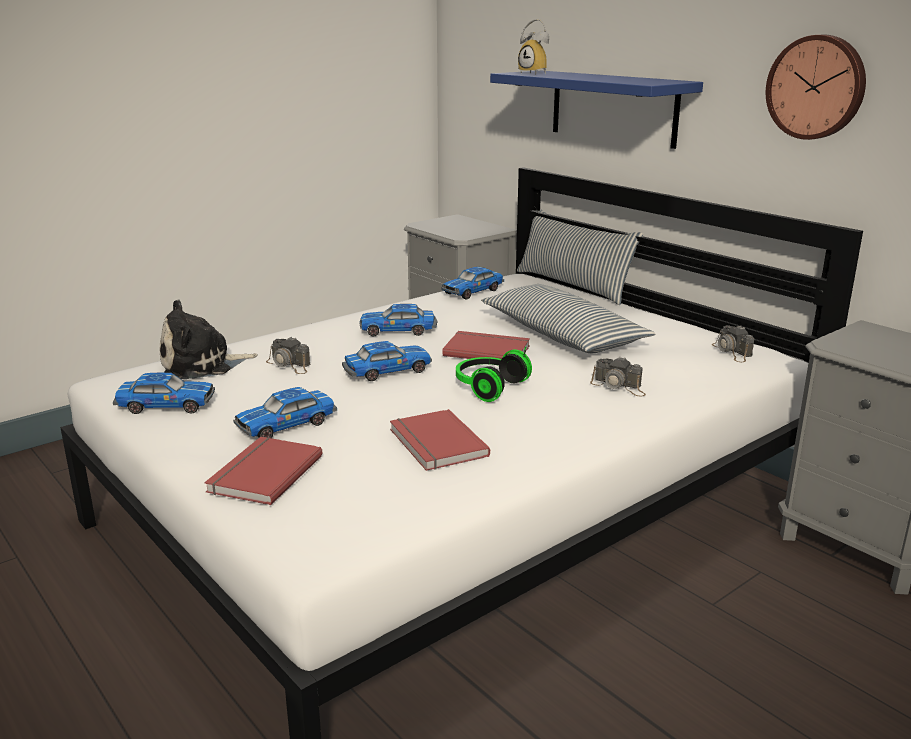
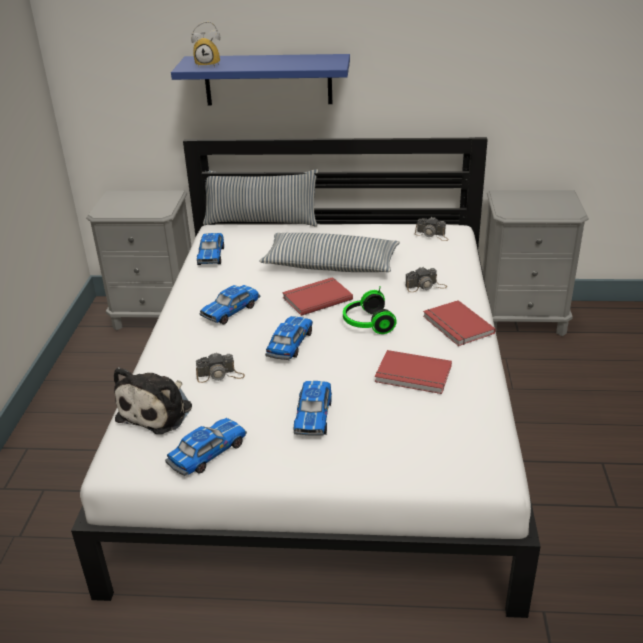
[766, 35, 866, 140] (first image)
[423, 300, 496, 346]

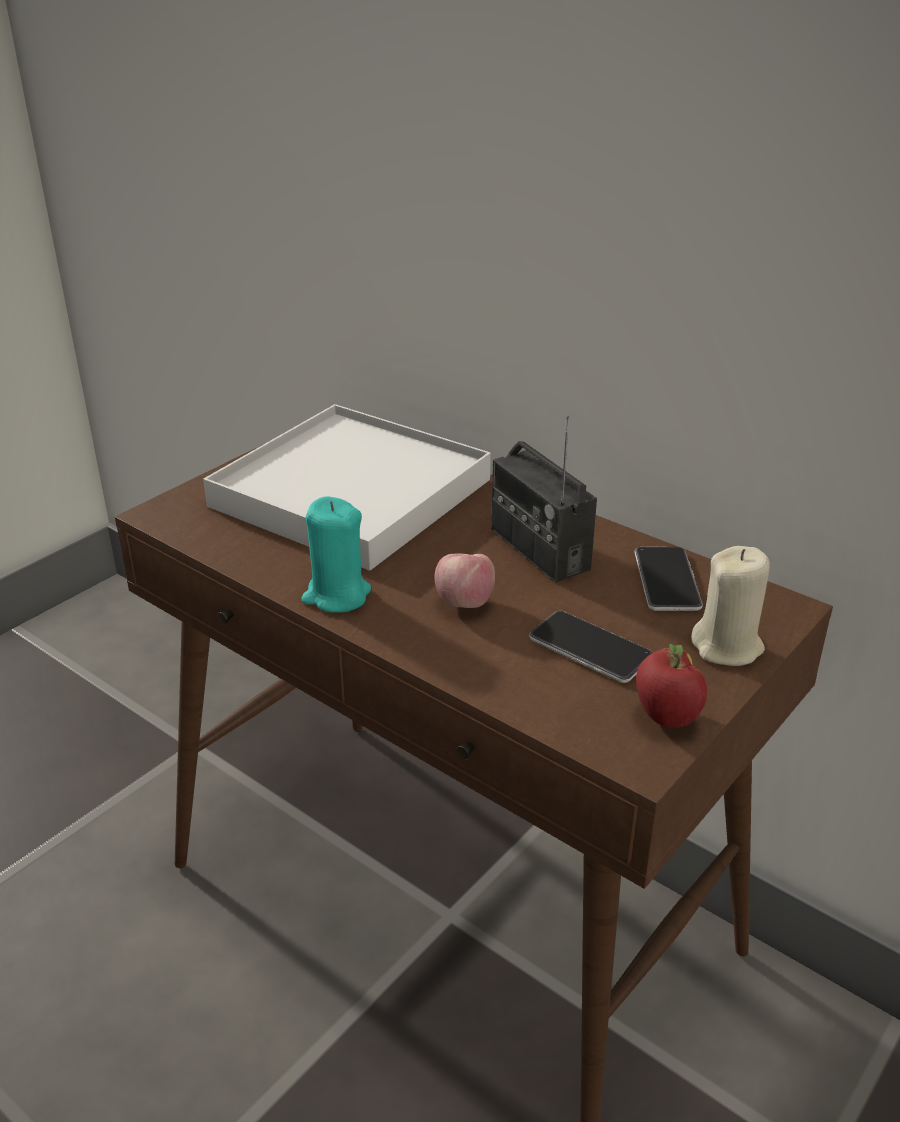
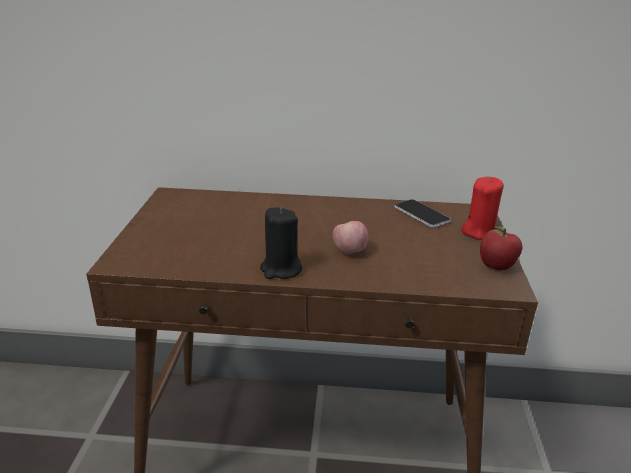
[203, 404, 491, 571] (first image)
[491, 416, 597, 583] (first image)
[529, 611, 653, 683] (first image)
[260, 208, 302, 279]
[461, 176, 504, 240]

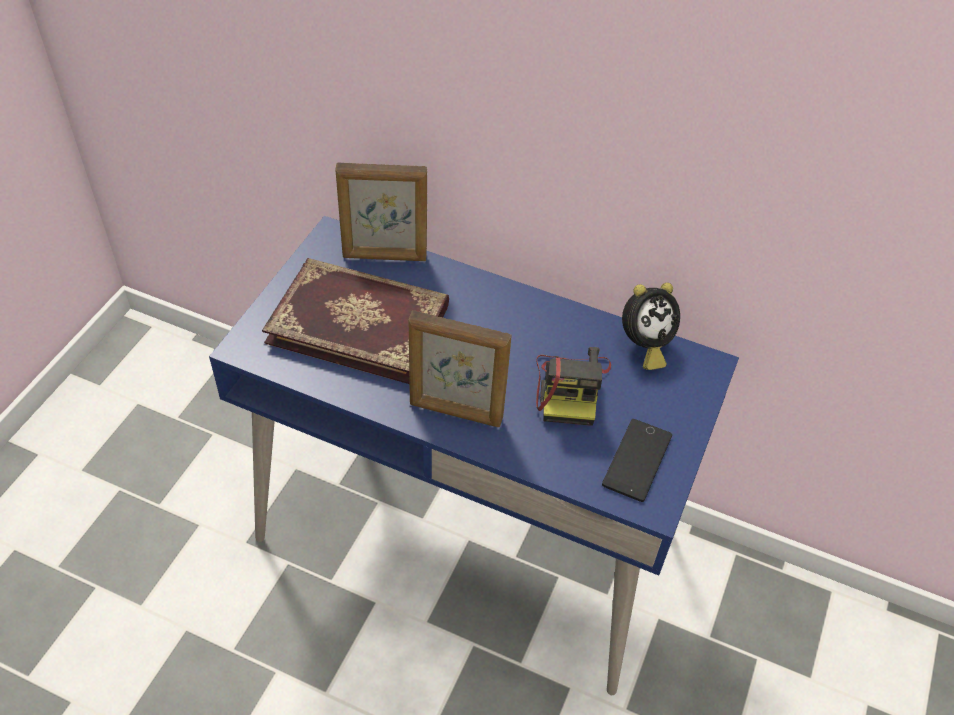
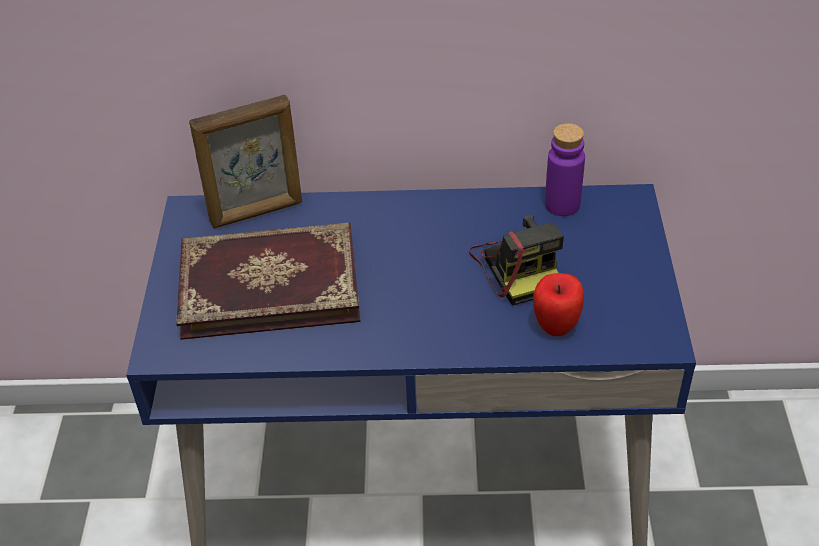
[409, 310, 511, 427] (first image)
[602, 419, 672, 502] (first image)
[533, 273, 584, 336]
[545, 123, 585, 216]

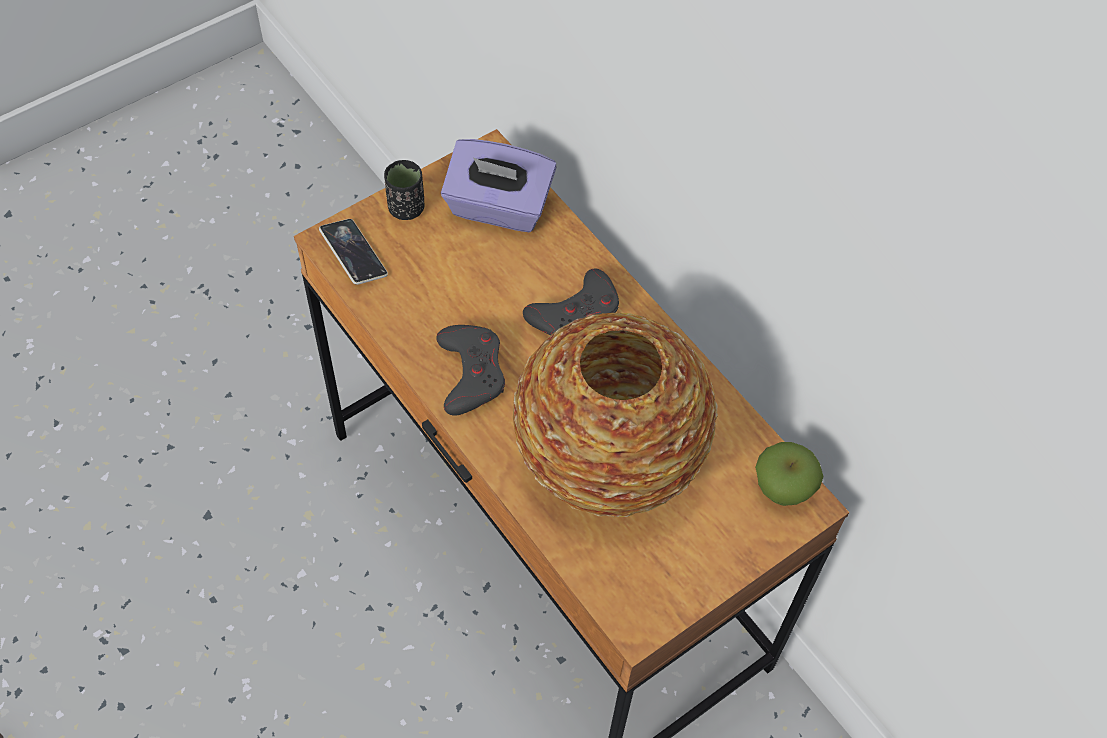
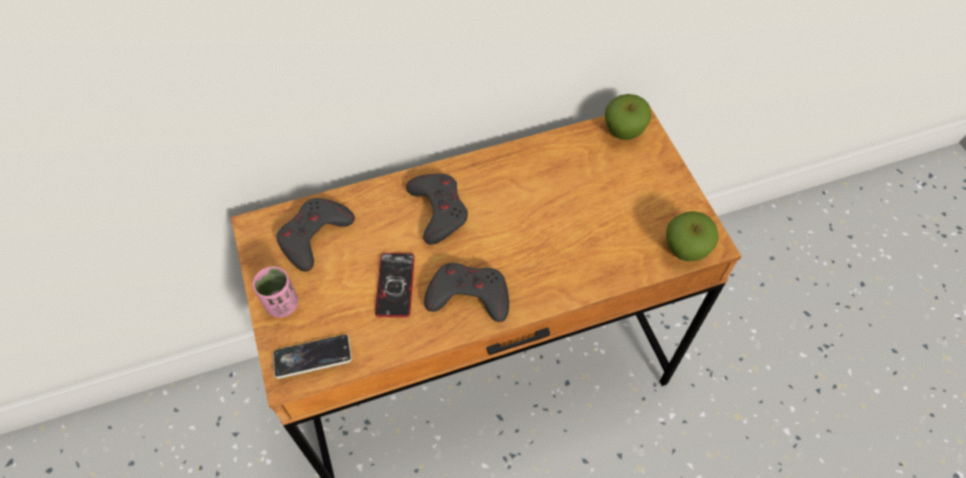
[513, 313, 718, 517] (first image)
[375, 253, 415, 317]
[666, 211, 719, 261]
[277, 198, 355, 272]
[253, 266, 298, 318]

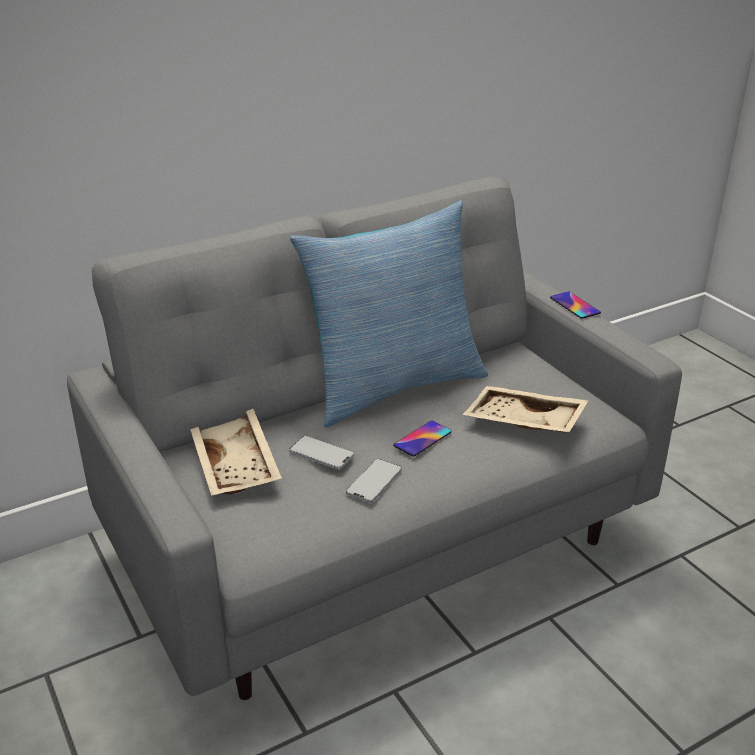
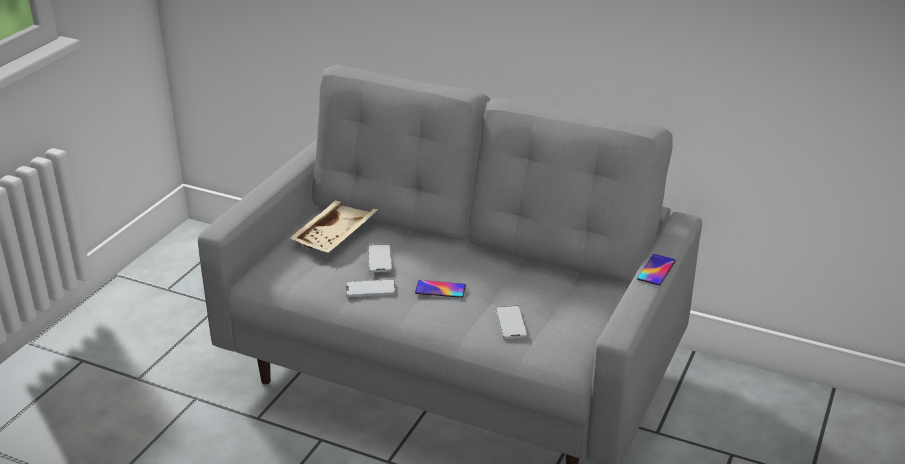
[290, 201, 488, 428] (first image)
[495, 306, 528, 339]

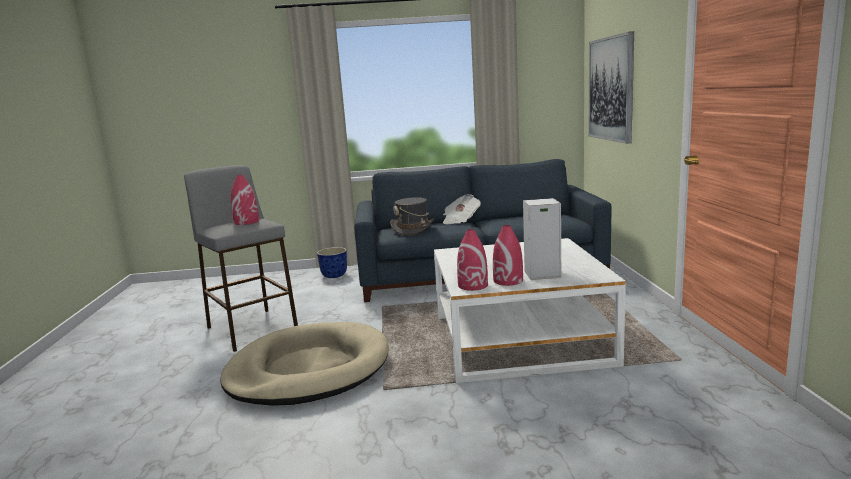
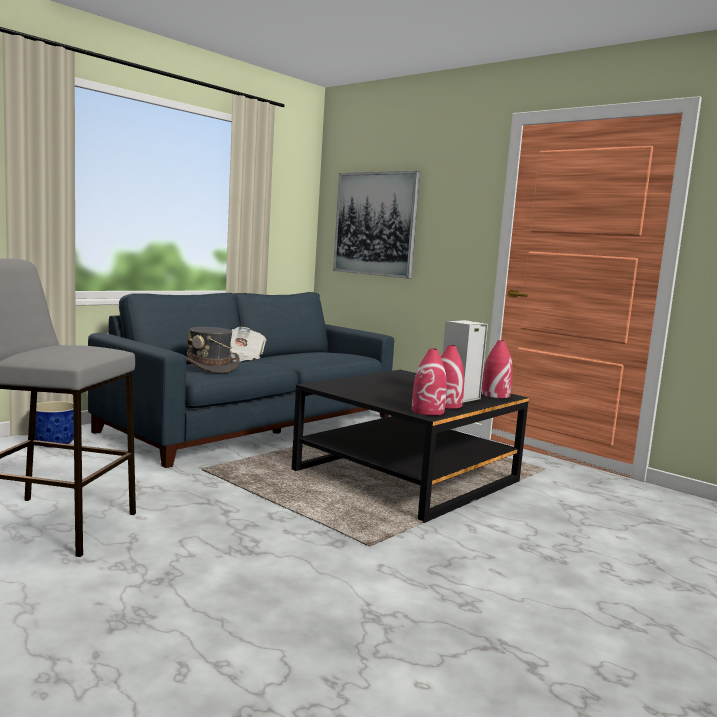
[220, 322, 389, 406] (first image)
[481, 340, 513, 398]
[292, 370, 529, 523]

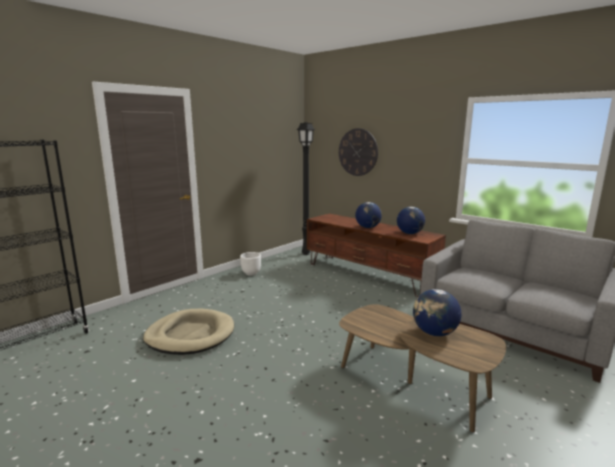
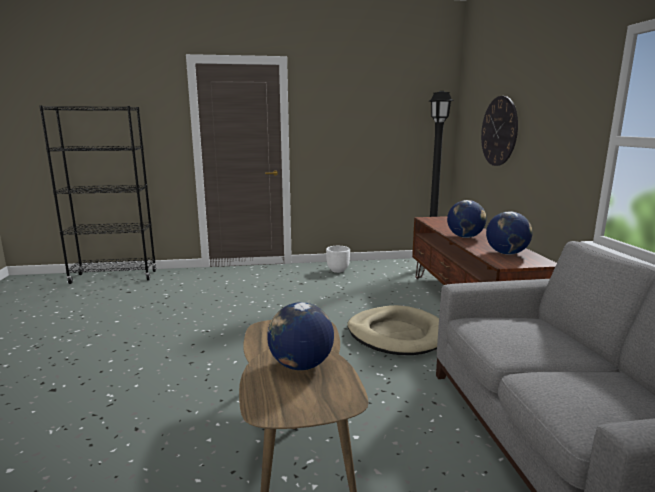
[347, 305, 439, 355]

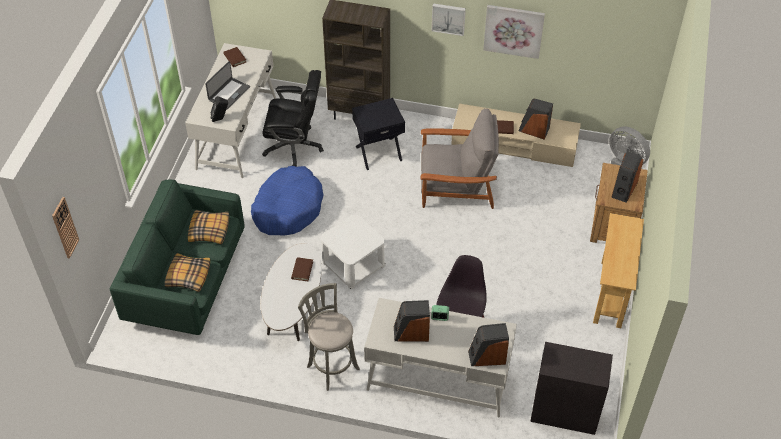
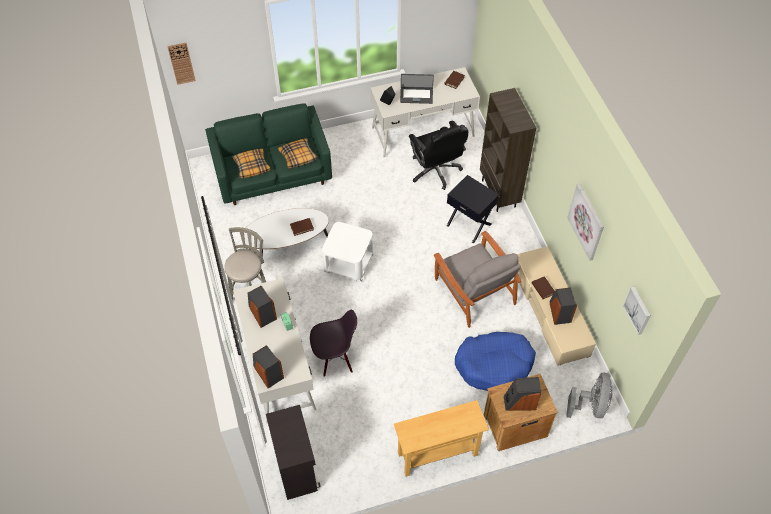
[455, 332, 536, 391]
[623, 286, 651, 335]

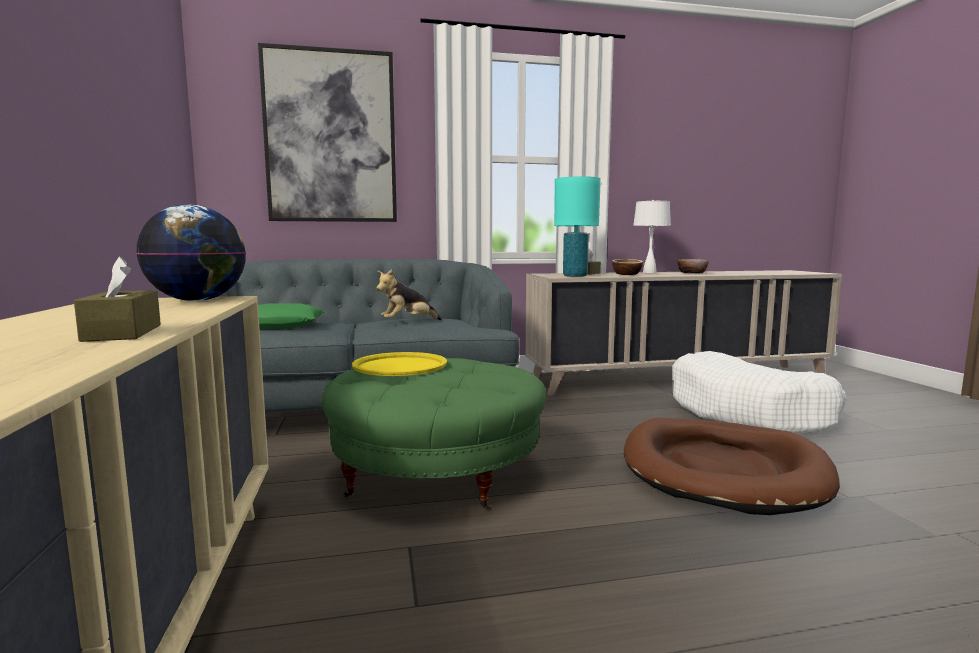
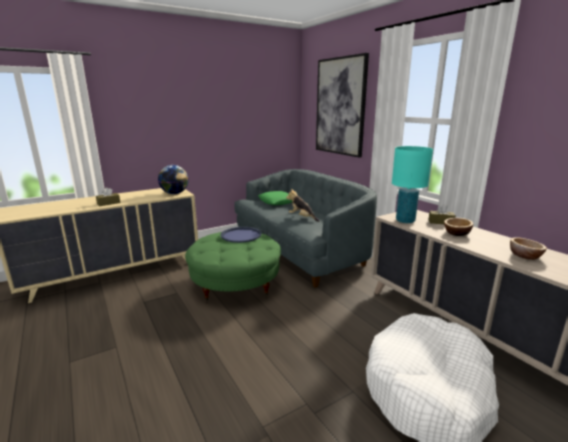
[624, 418, 840, 515] (first image)
[633, 200, 671, 273] (first image)
[220, 227, 261, 243]

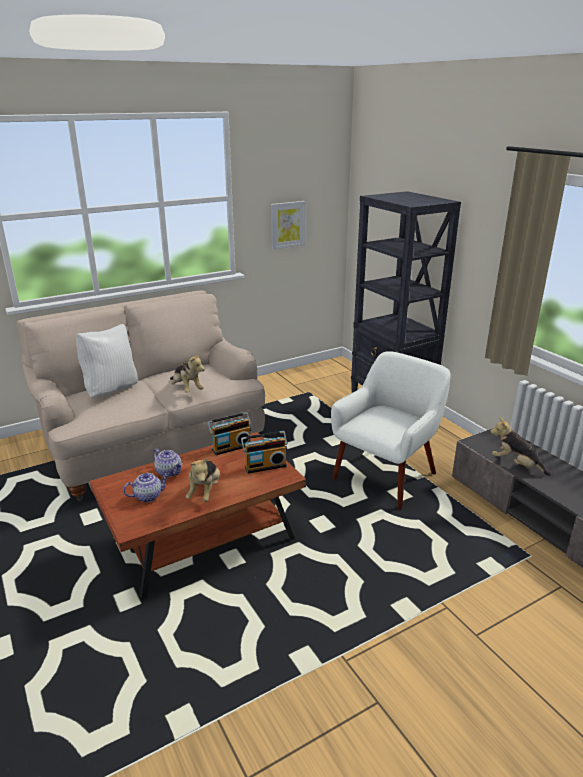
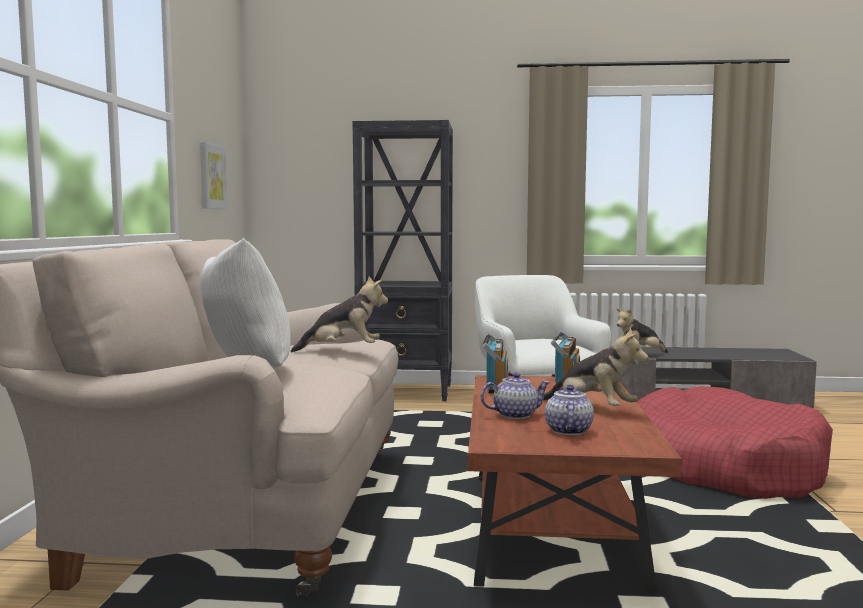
[637, 386, 833, 499]

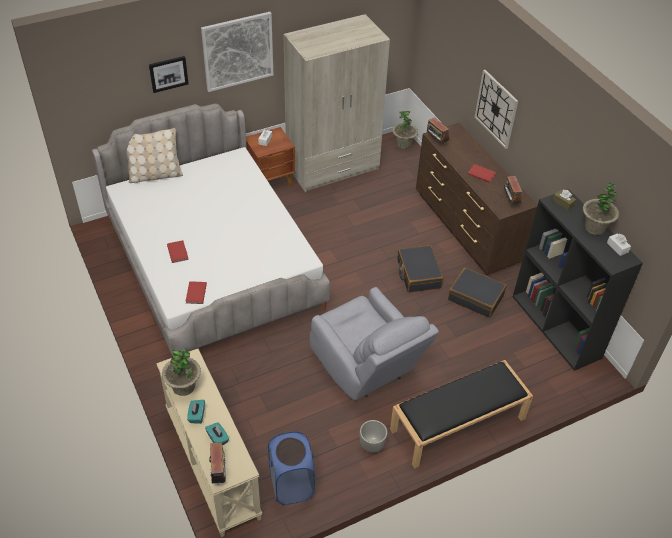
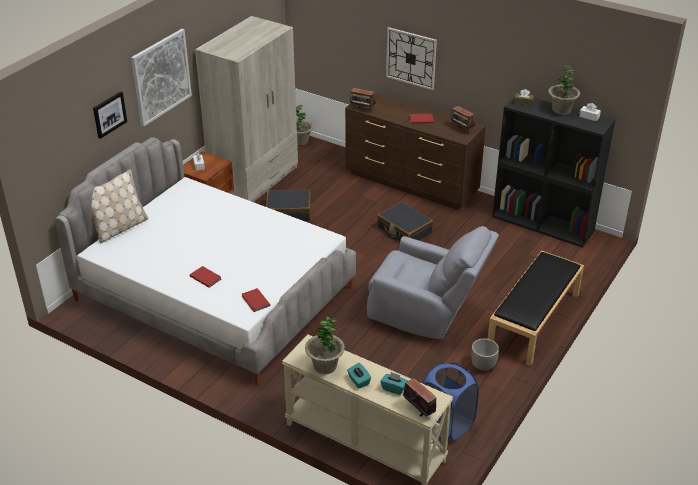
[266, 189, 311, 221]

